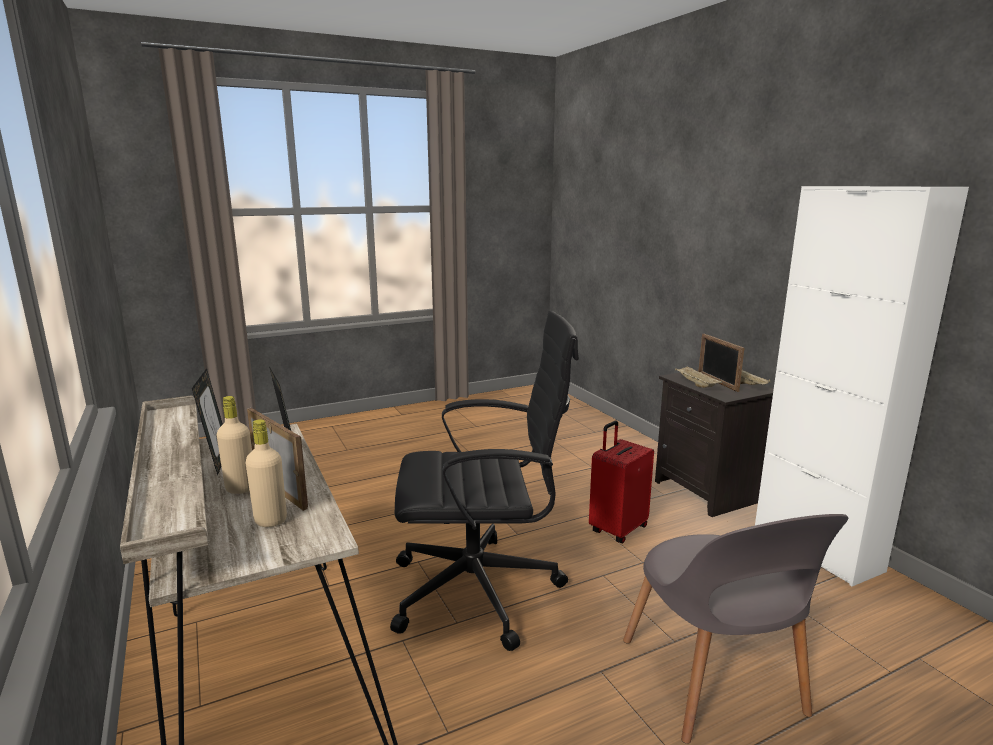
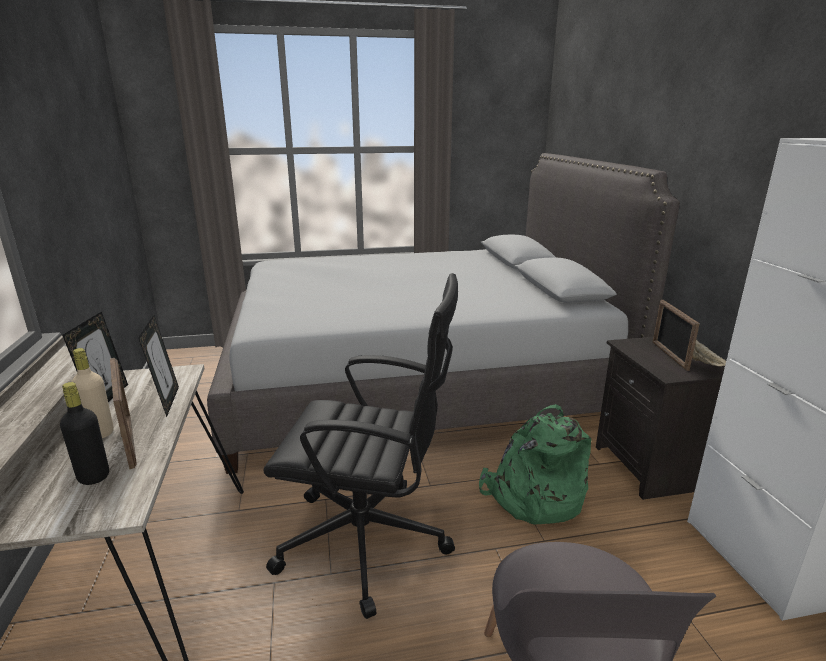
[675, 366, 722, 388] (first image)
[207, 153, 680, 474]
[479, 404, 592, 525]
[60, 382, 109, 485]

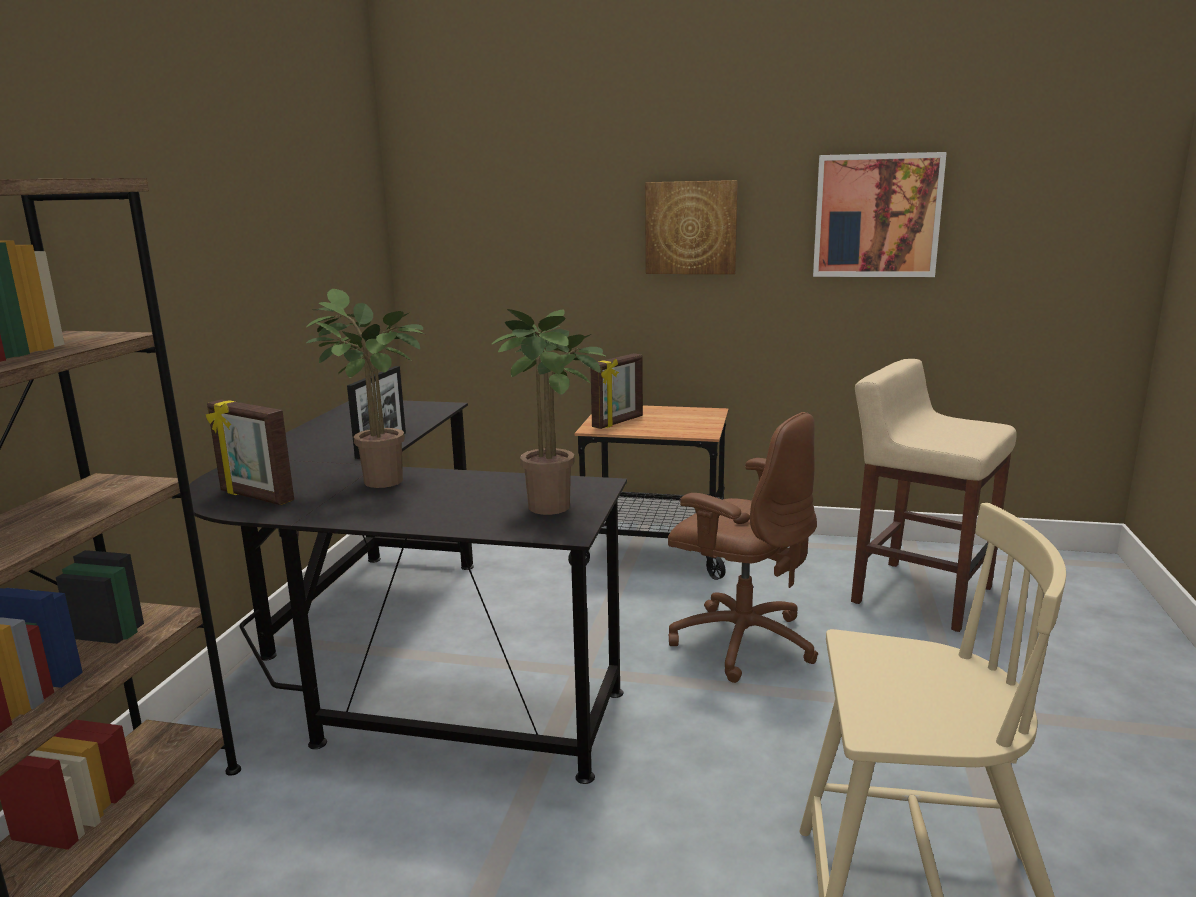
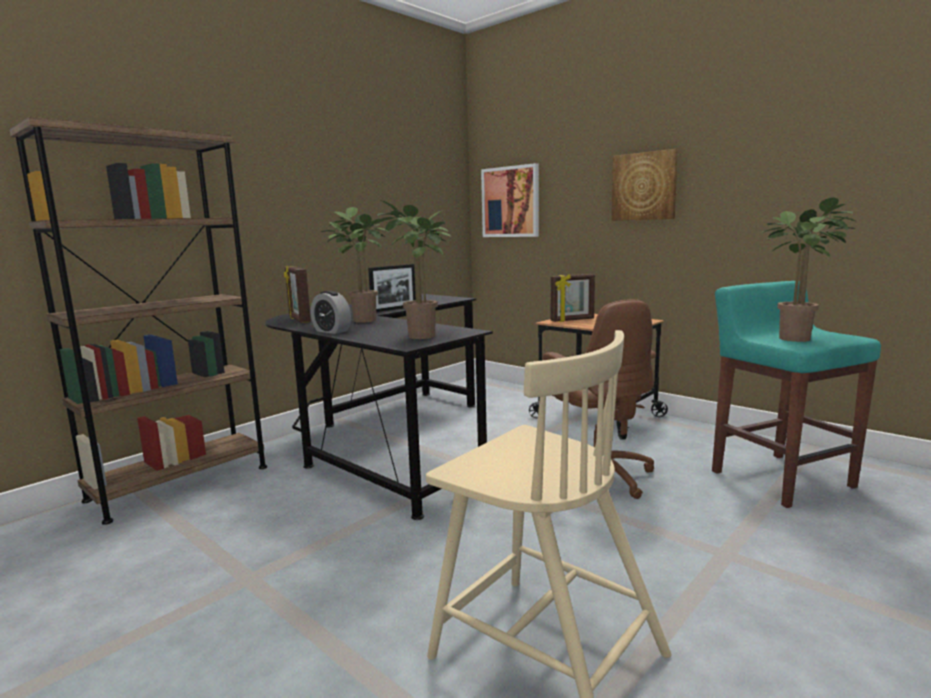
[311, 290, 351, 334]
[761, 197, 857, 342]
[481, 163, 539, 237]
[712, 281, 881, 508]

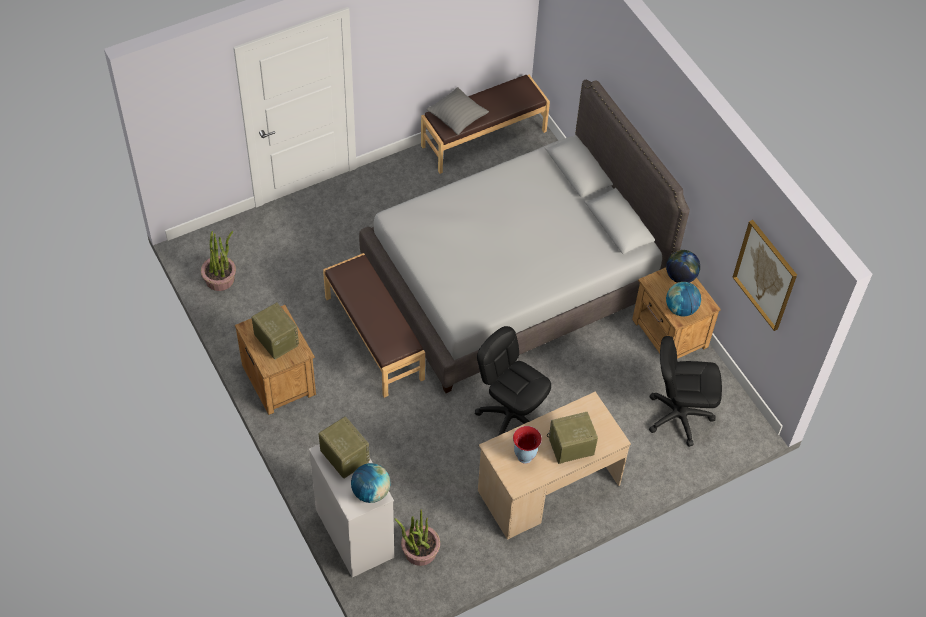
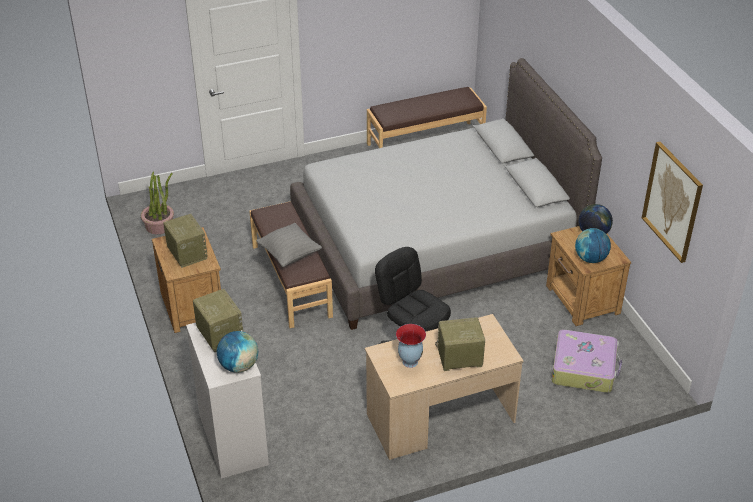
[394, 509, 440, 566] (first image)
[256, 223, 322, 267]
[552, 330, 623, 393]

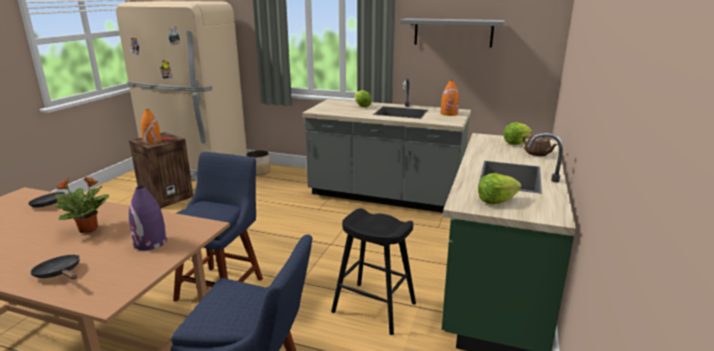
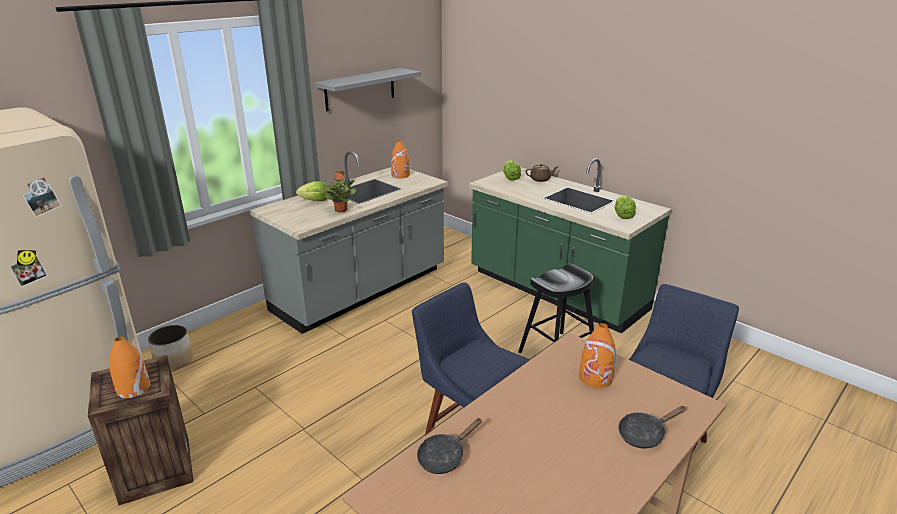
[323, 170, 357, 213]
[579, 323, 616, 388]

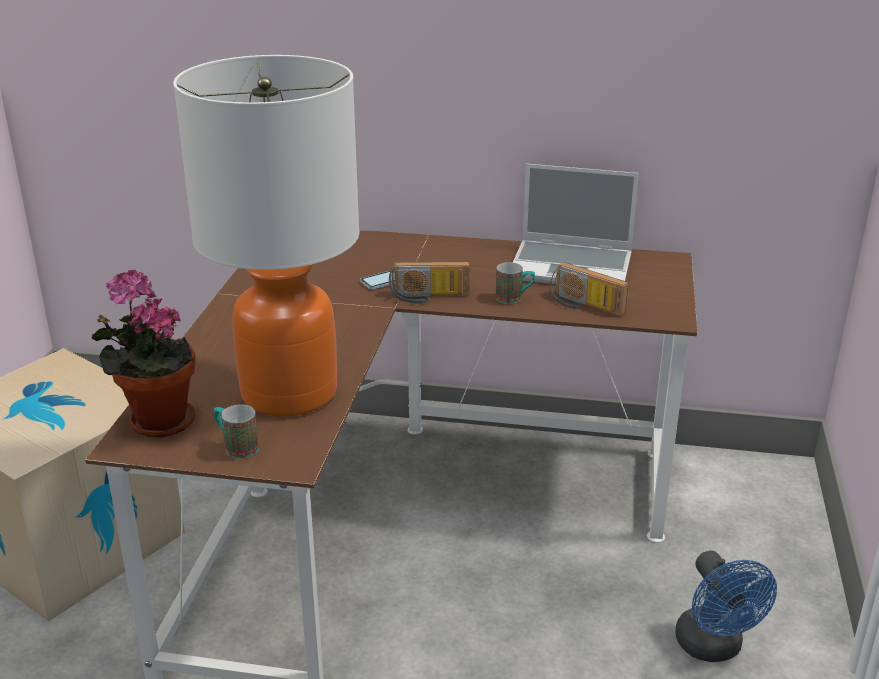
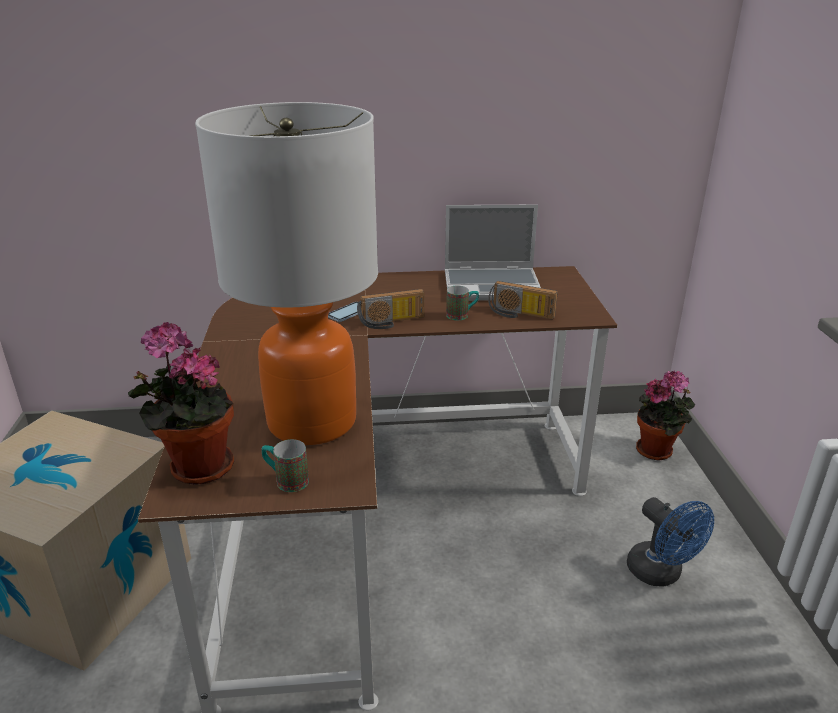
[636, 371, 695, 460]

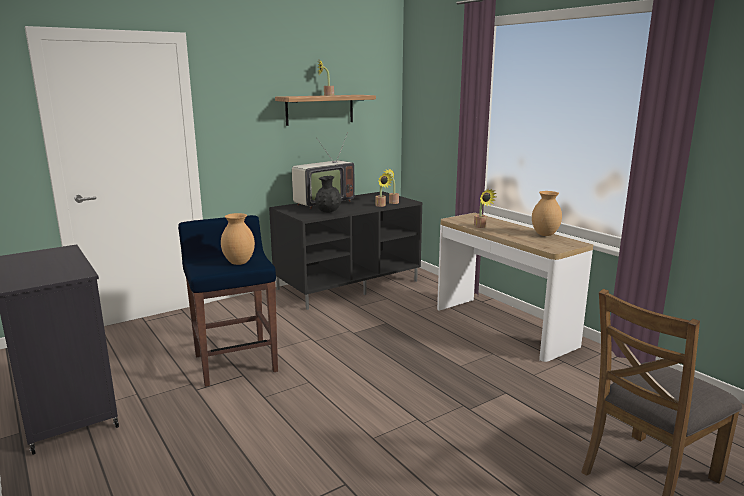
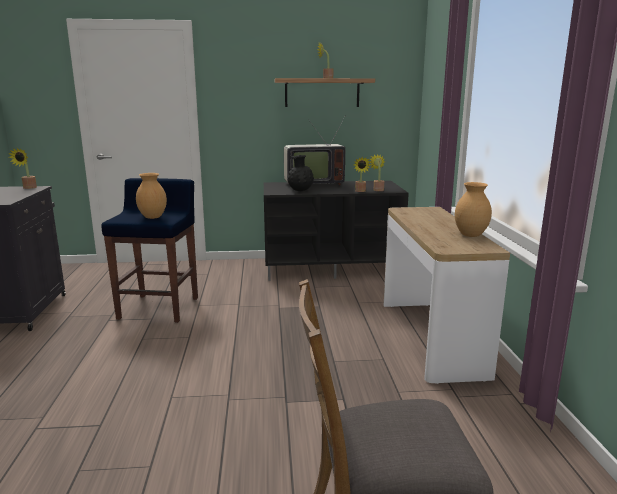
[8, 147, 37, 189]

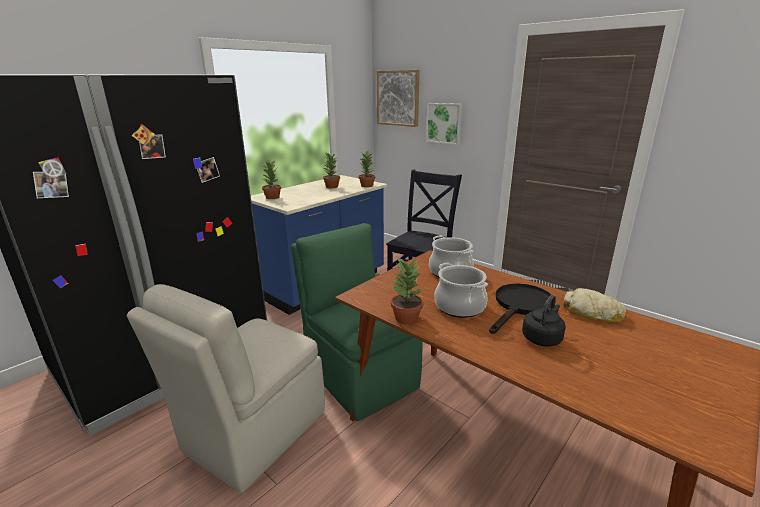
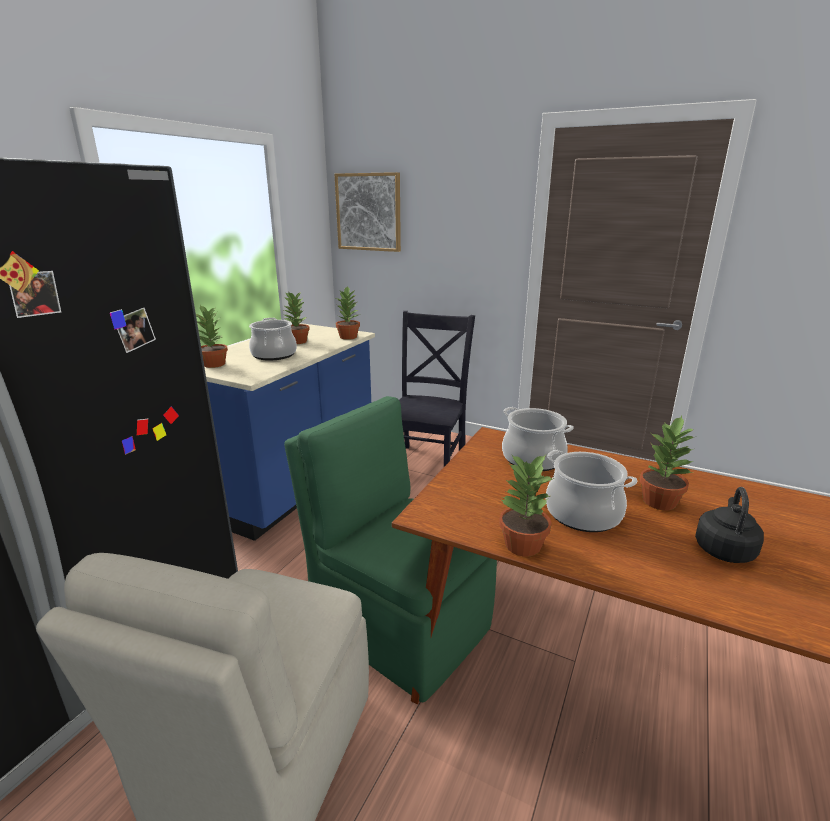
[426, 103, 462, 145] (first image)
[563, 288, 626, 322] (first image)
[249, 318, 297, 361]
[640, 416, 694, 510]

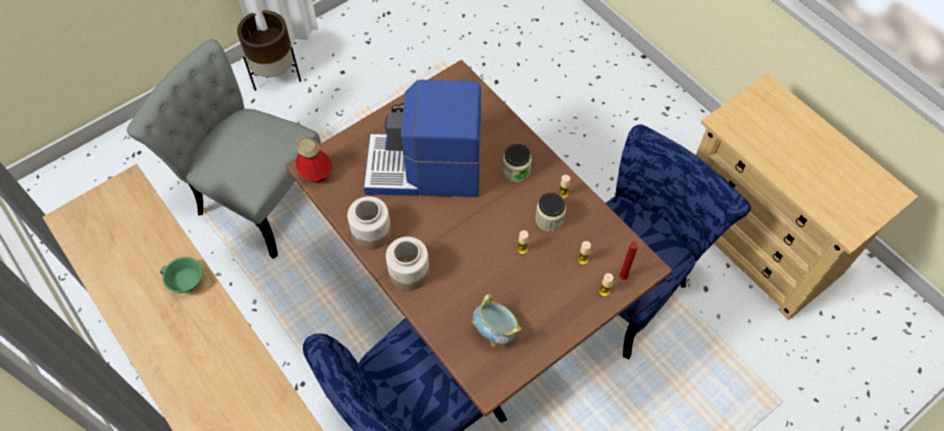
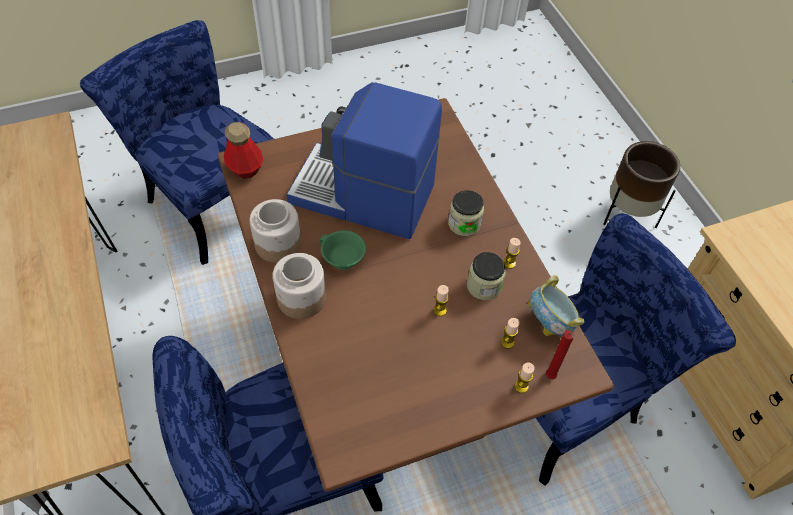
[319, 230, 366, 270]
[603, 141, 680, 228]
[527, 275, 585, 336]
[80, 20, 274, 265]

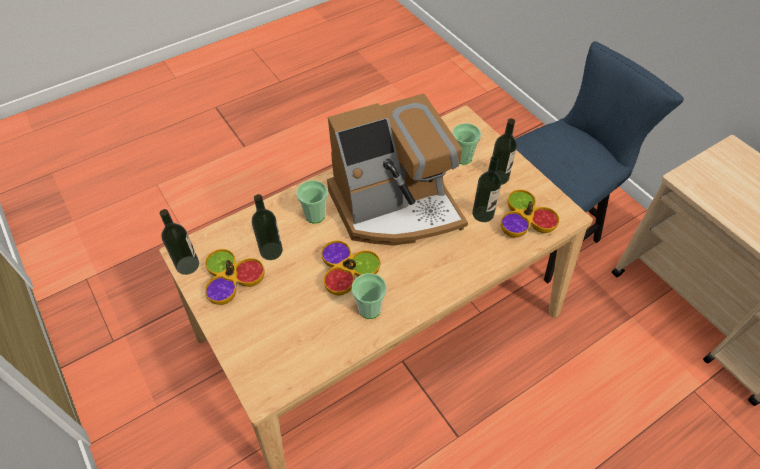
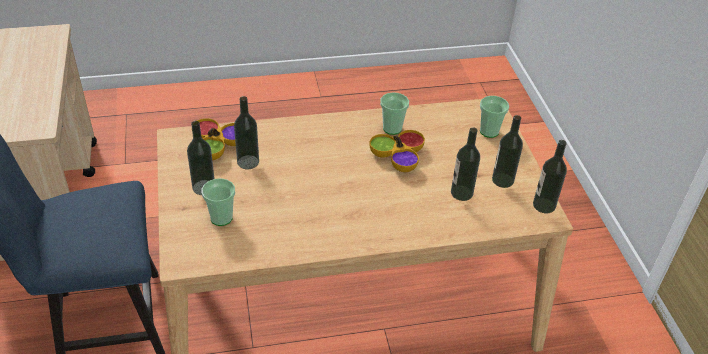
[327, 94, 468, 246] (first image)
[480, 96, 509, 138]
[492, 115, 523, 188]

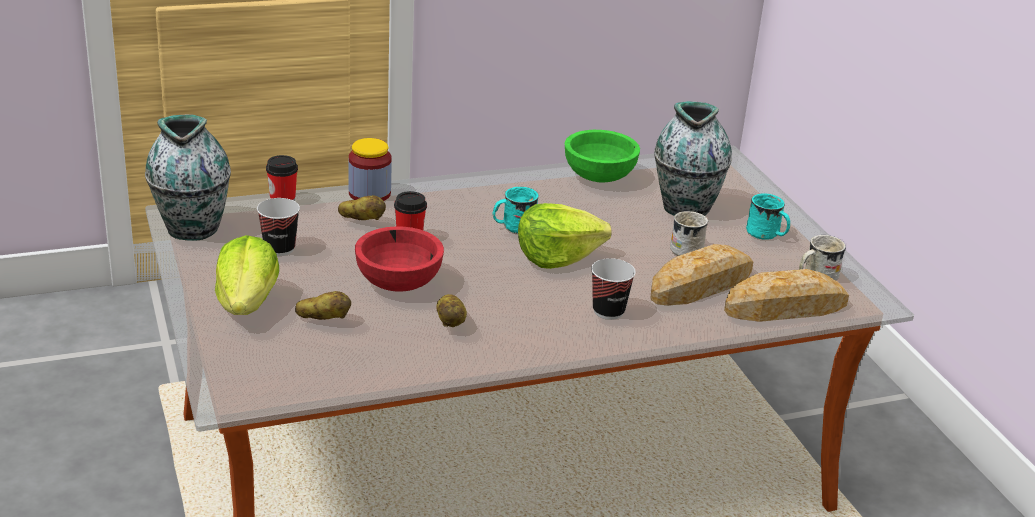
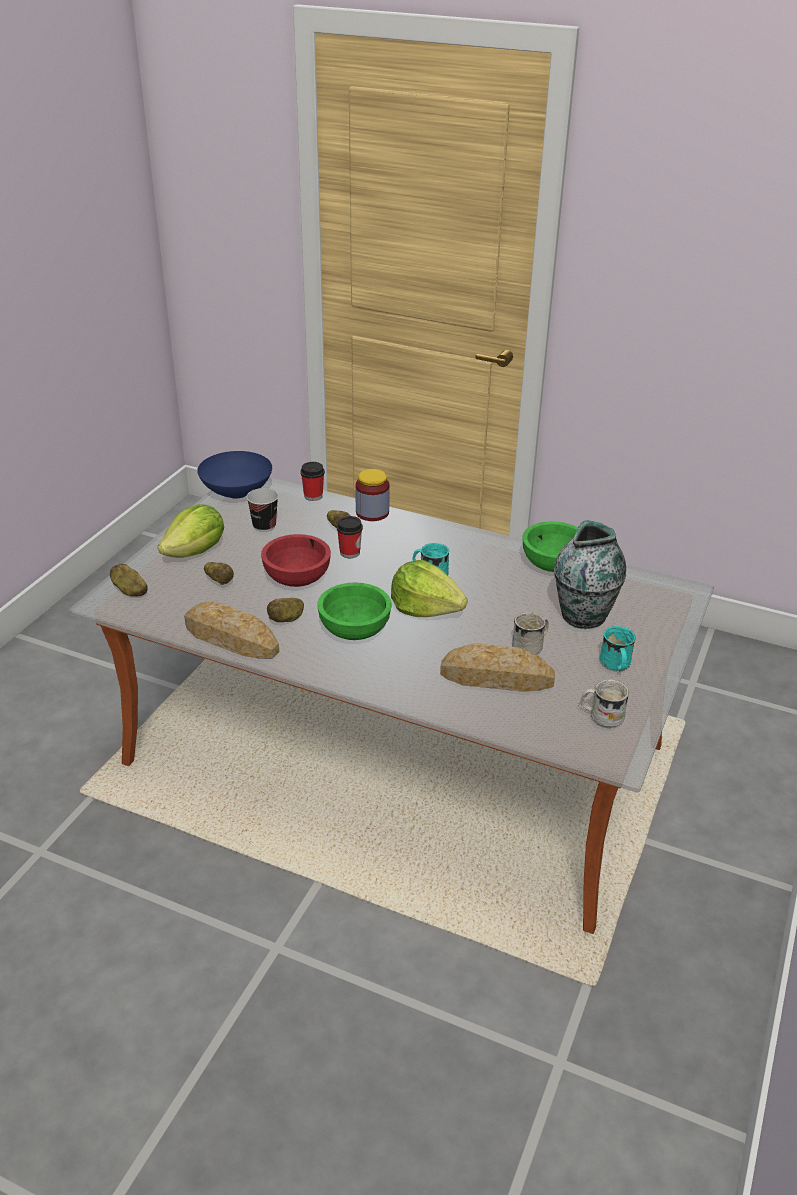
[591, 258, 636, 320] (first image)
[110, 564, 148, 597]
[317, 583, 392, 640]
[184, 601, 279, 658]
[197, 451, 272, 499]

